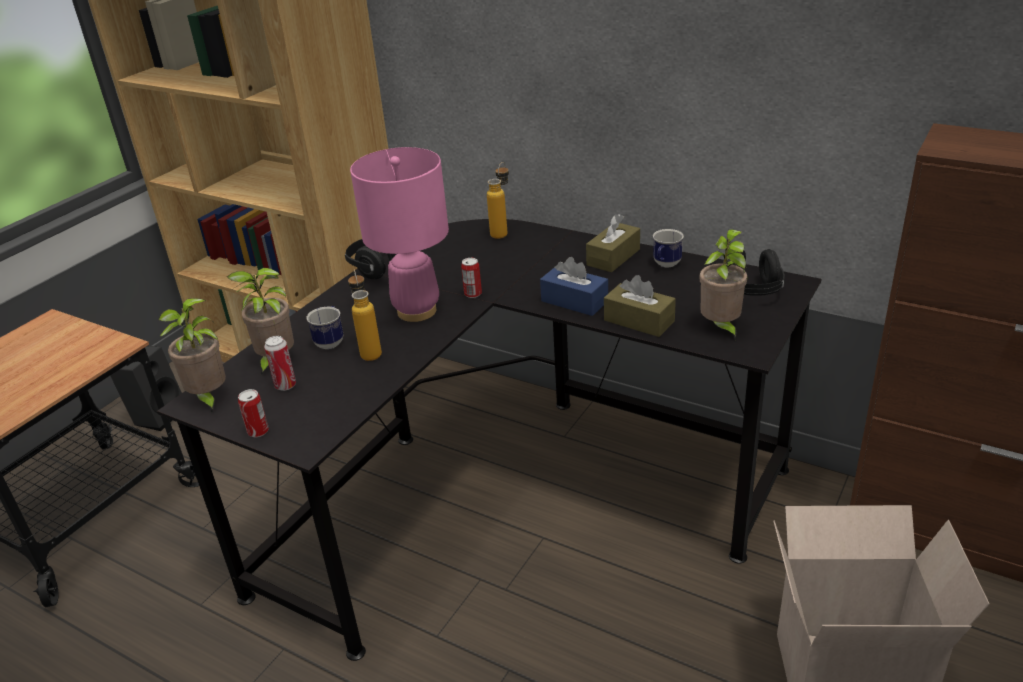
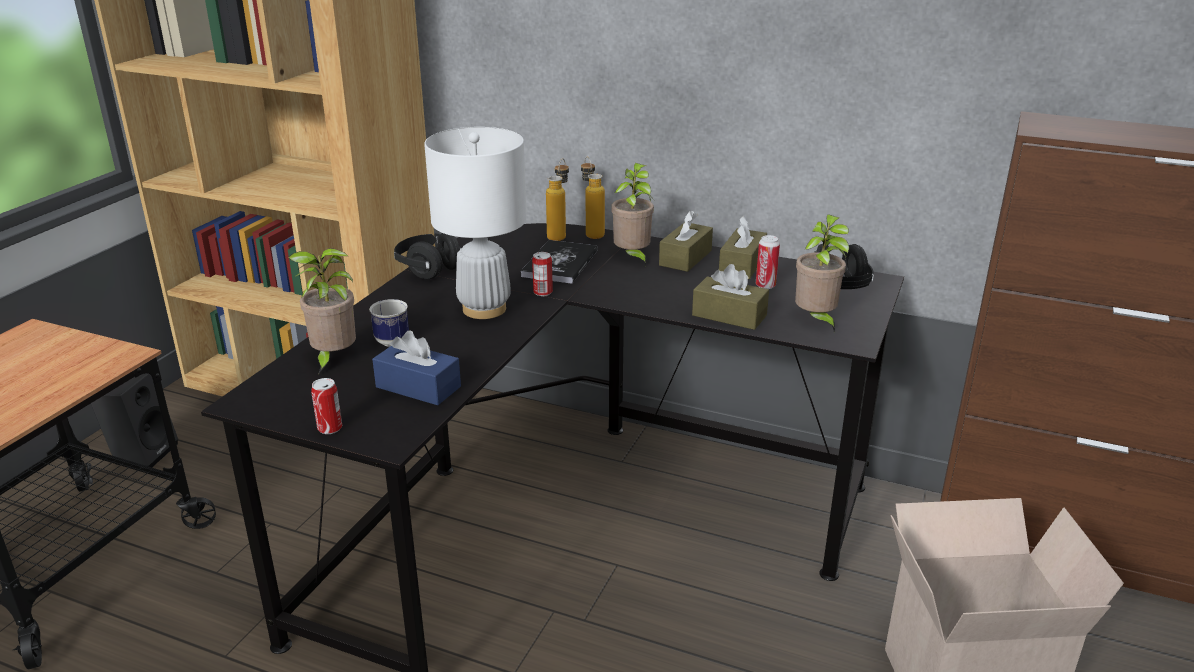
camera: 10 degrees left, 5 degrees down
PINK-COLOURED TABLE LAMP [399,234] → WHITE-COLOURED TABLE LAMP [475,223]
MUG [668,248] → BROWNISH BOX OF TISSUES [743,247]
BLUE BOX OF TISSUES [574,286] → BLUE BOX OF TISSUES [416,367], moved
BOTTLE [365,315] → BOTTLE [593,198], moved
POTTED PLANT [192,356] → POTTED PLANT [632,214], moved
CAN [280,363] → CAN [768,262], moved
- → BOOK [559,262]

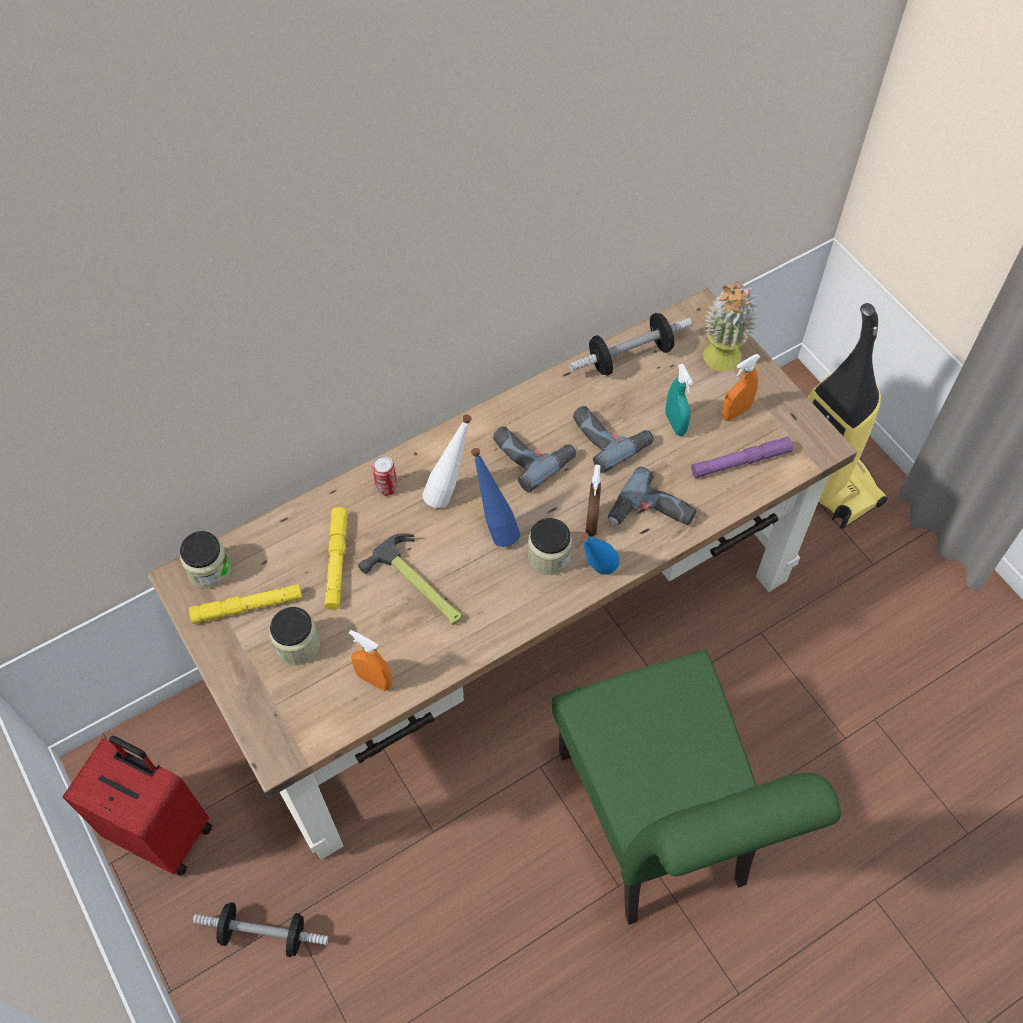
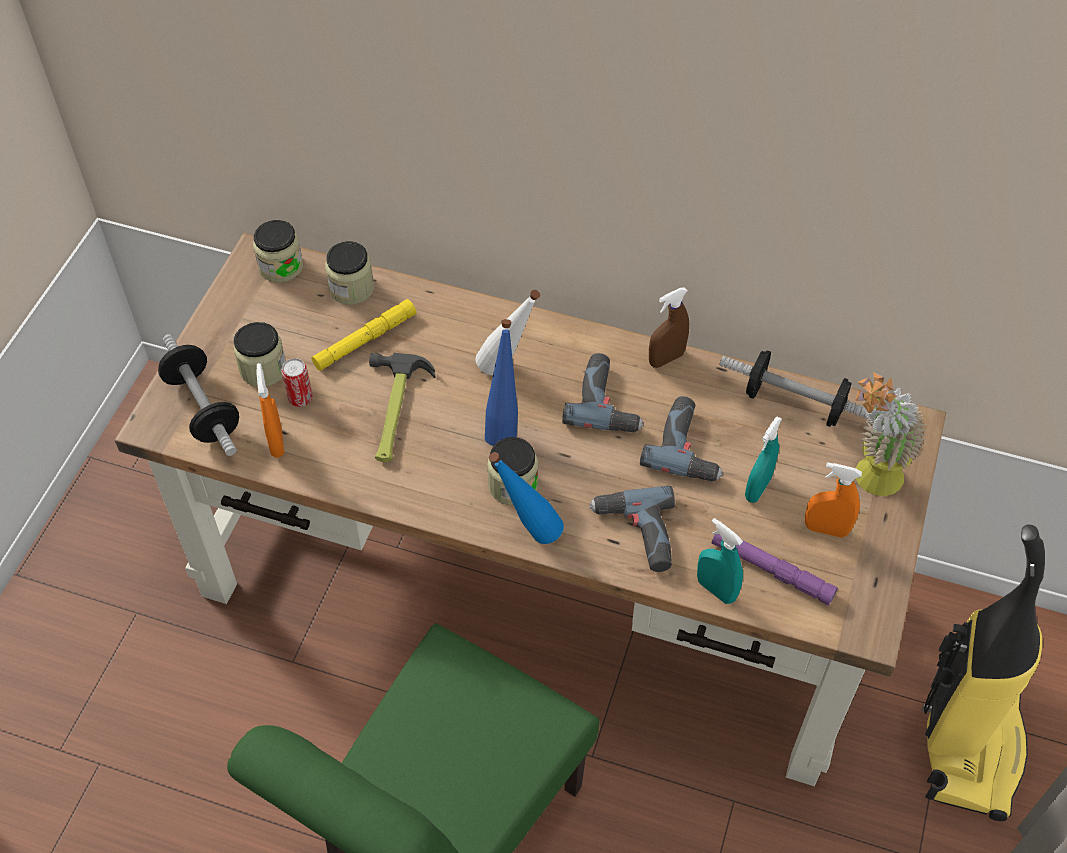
camera: 50 degrees right, 5 degrees down
CAN [384,476] → CAN [297,382], moved
BROWNISH HAND SPRAYER [593,500] → BROWNISH HAND SPRAYER [669,327], moved
YELLOW TORCH [245,604] → -
RED PIECE OF LUGGAGE [137,806] → -
HAND WEIGHT [261,929] → HAND WEIGHT [198,395], moved
- → JAR [349,273]
- → TURQUOISE HAND SPRAYER [720,561]

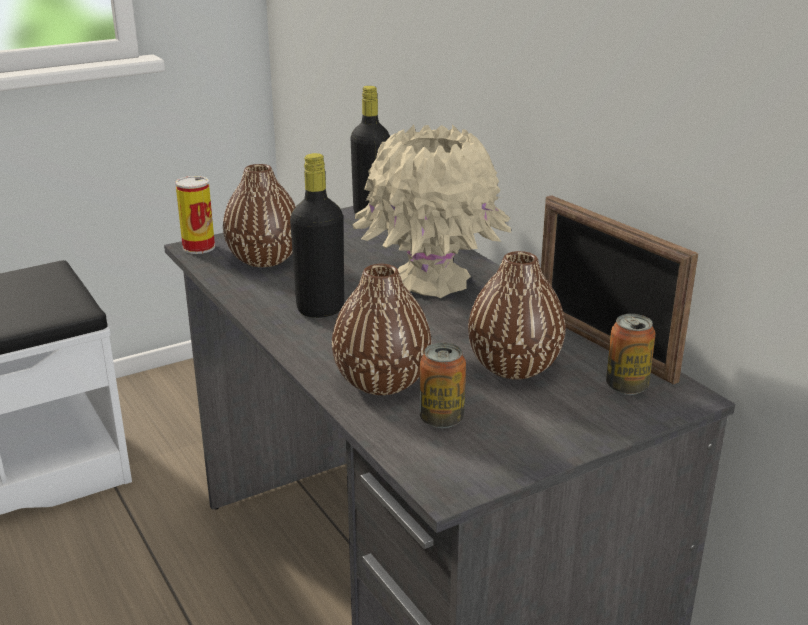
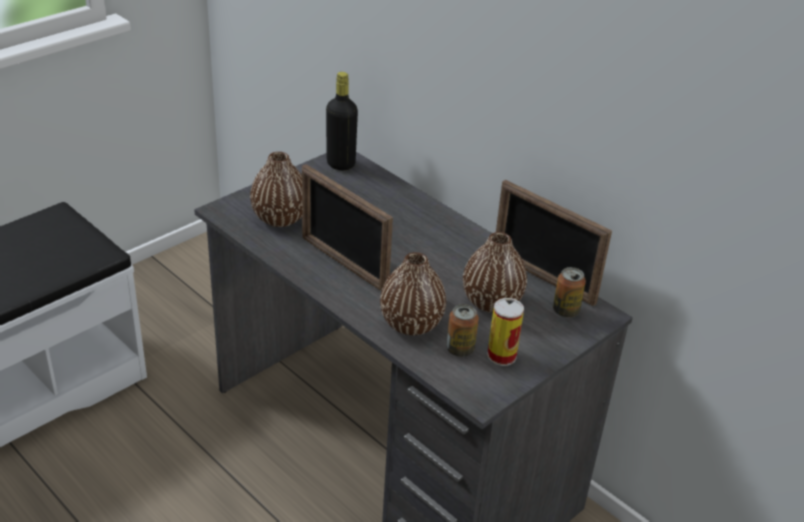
camera: 15 degrees left, 10 degrees up
SAND-COLOURED FLOWER VASE [431,211] → -
BLACKISH BOTTLE [317,235] → PICTURE FRAME [347,227]
CAN [195,215] → CAN [505,332], moved

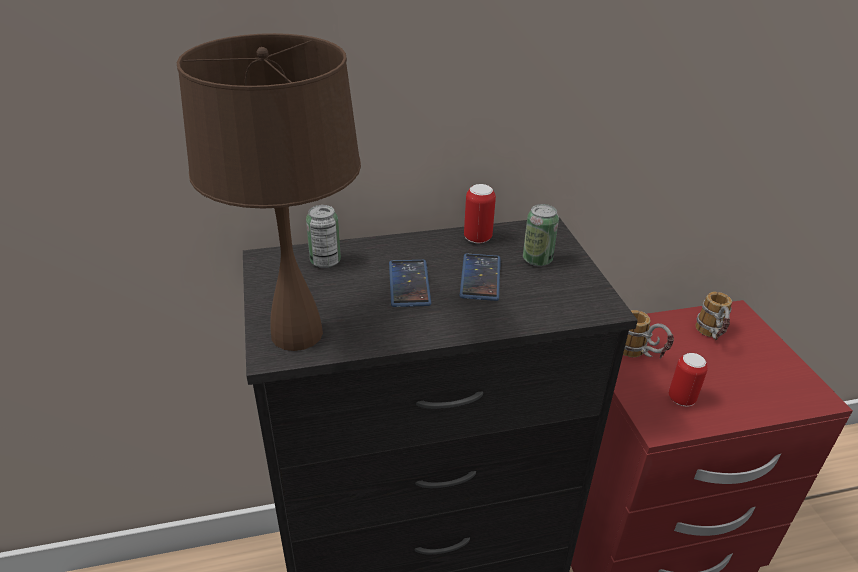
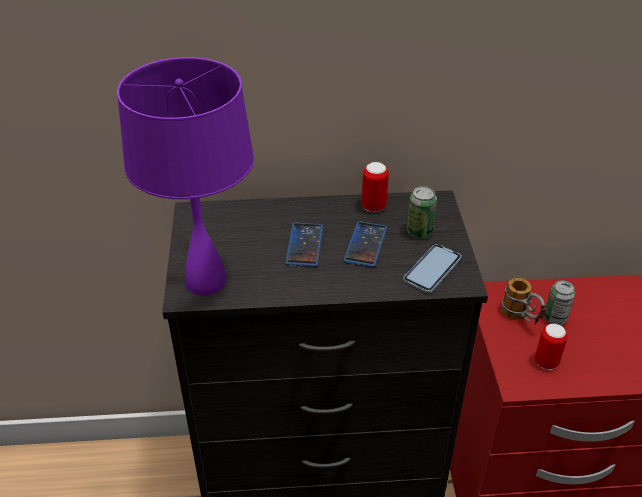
camera: 10 degrees right, 5 degrees up
BROWNISH TABLE LAMP [269,192] → PURPLE TABLE LAMP [185,176]
CAN [323,236] → CAN [559,302], moved
MUG [713,316] → -
- → PHONE [432,268]

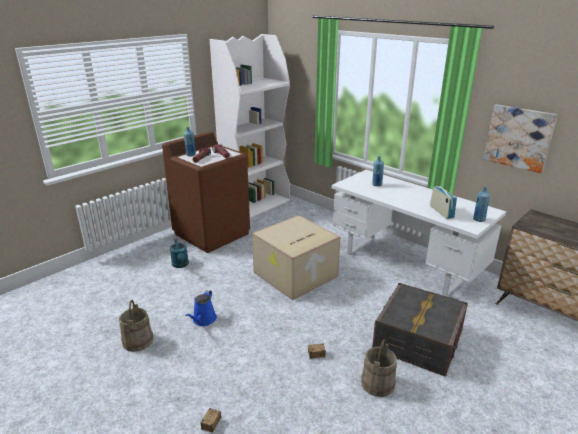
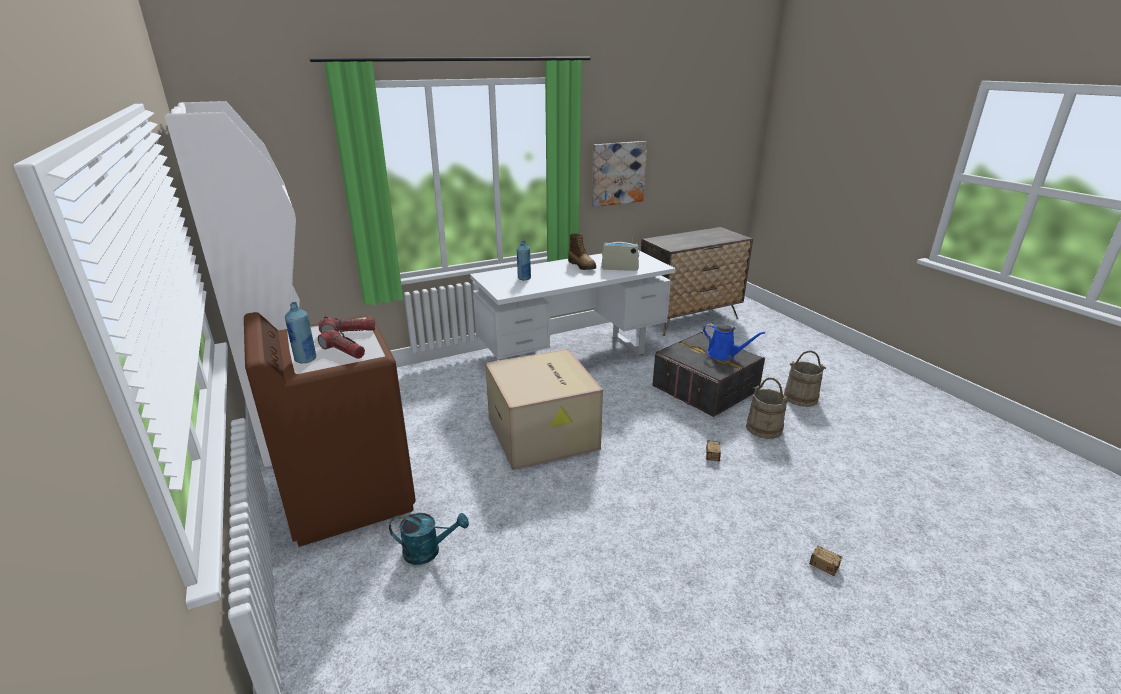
camera: 70 degrees left, 0 degrees up
BLUE BOTTLE [481,204] → -
BLUE SPRINKLING CAN [201,308] → BLUE SPRINKLING CAN [734,342], moved
SAND-COLOURED BUCKET [136,326] → SAND-COLOURED BUCKET [805,379], moved
- → TALL BOOT [582,251]

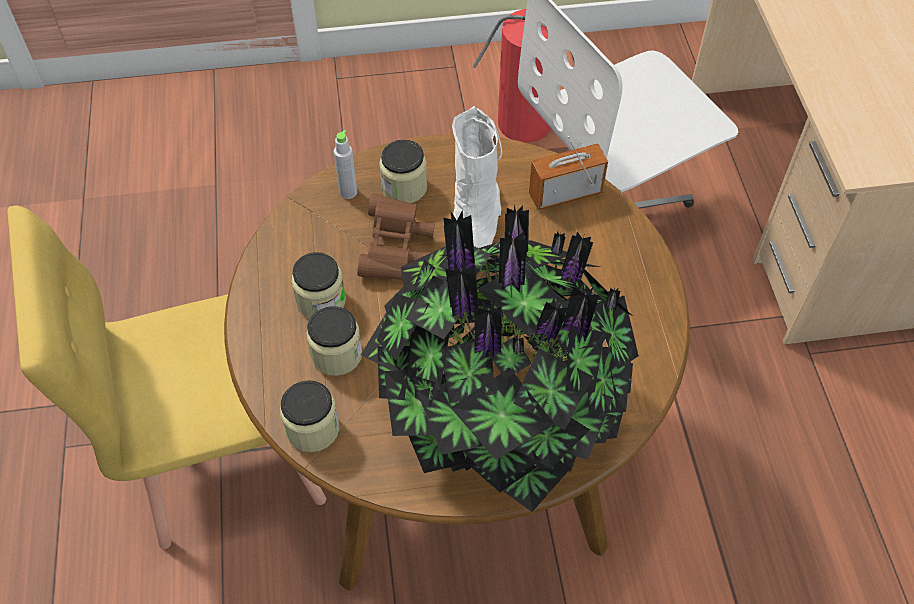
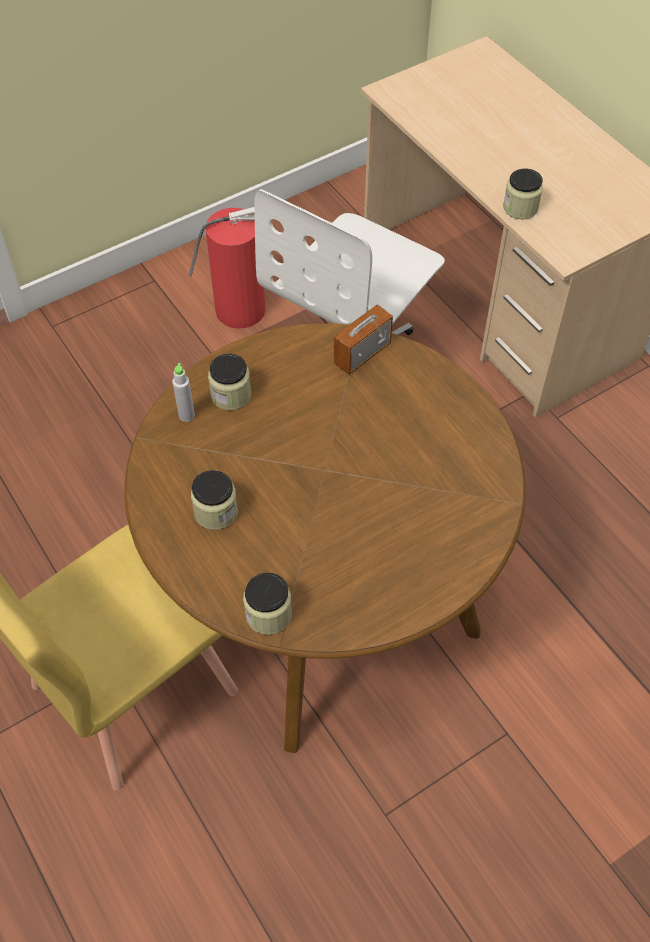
camera: 25 degrees left, 0 degrees up
WHITE-COLOURED TALL BOOT [477,177] → -
BROWNISH FIELD GLASSES [396,237] → -
POTTED PLANT [500,358] → -
JAR [334,341] → JAR [523,194], moved

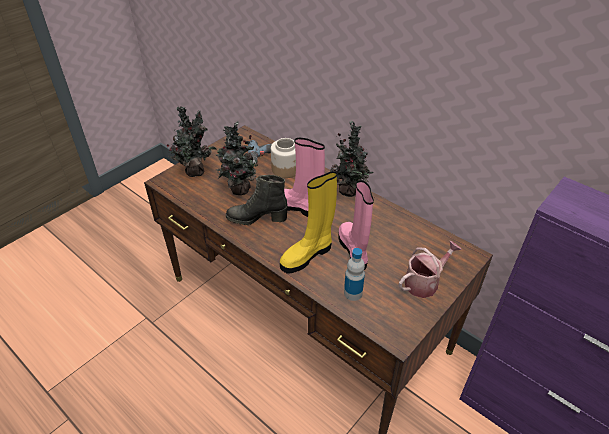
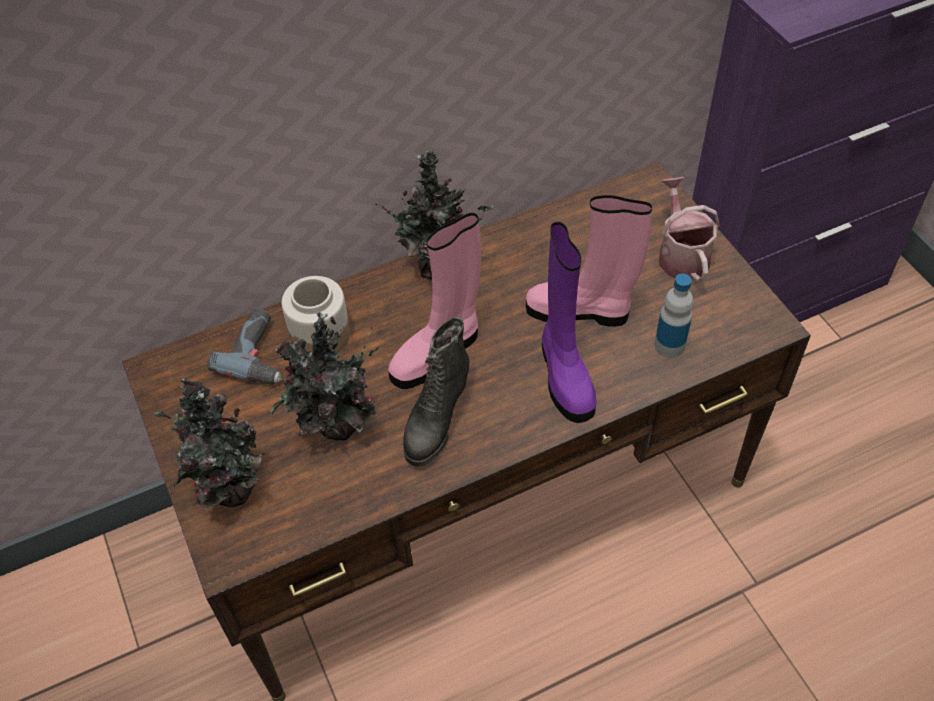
camera: 65 degrees left, 10 degrees up
YELLOW TALL BOOT [308,222] → PURPLE TALL BOOT [569,322]

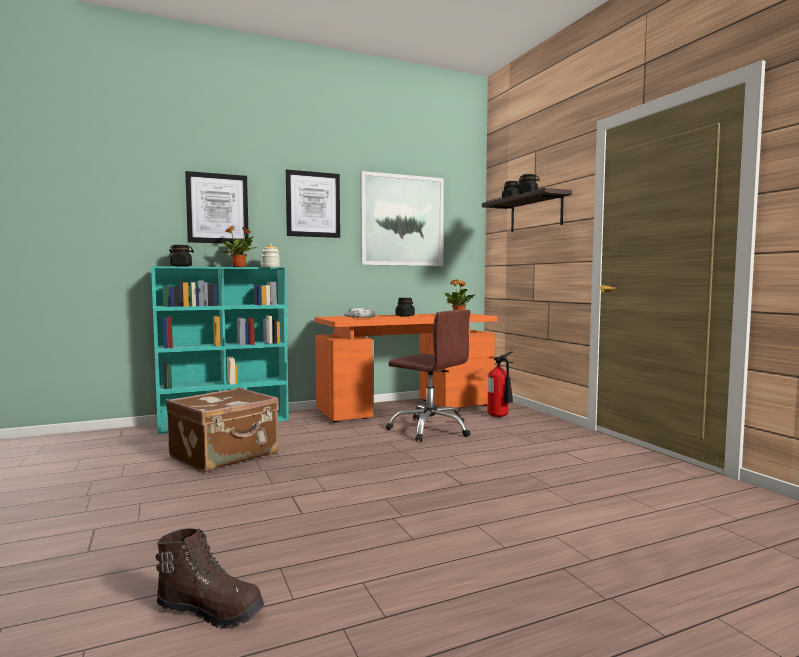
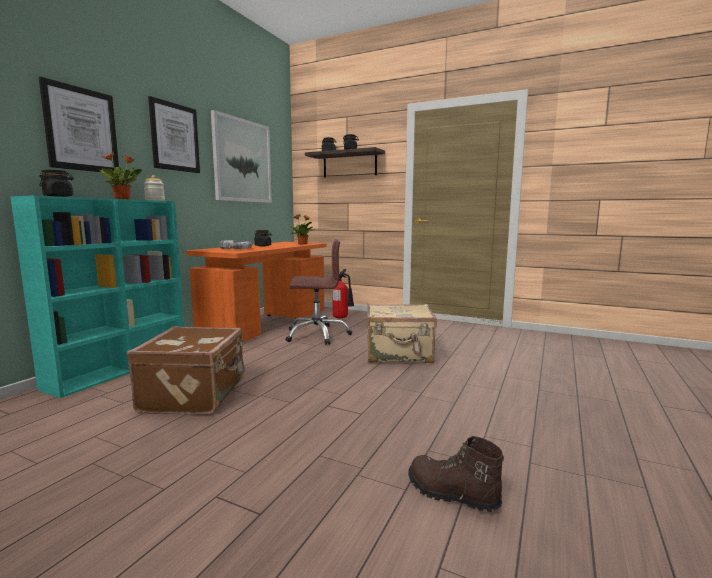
camera: 40 degrees left, 5 degrees up
BROWNISH TALL BOOT [209,578] → BROWNISH TALL BOOT [456,474], 120 degrees counterclockwise
- → SAND-COLOURED PIECE OF LUGGAGE [402,333]

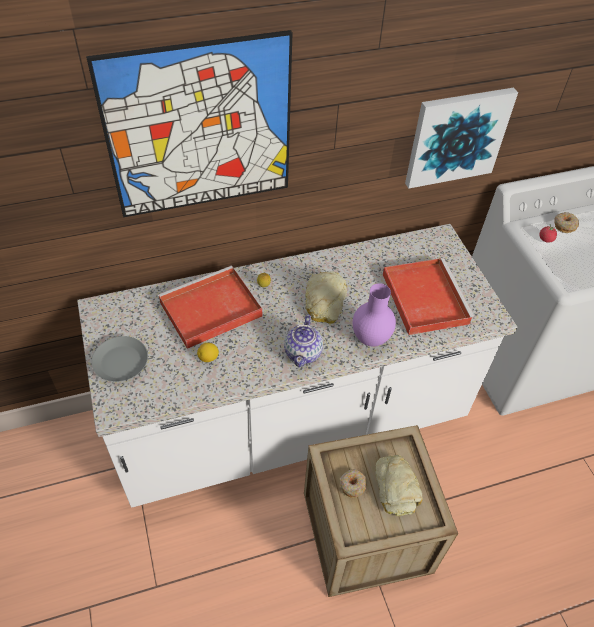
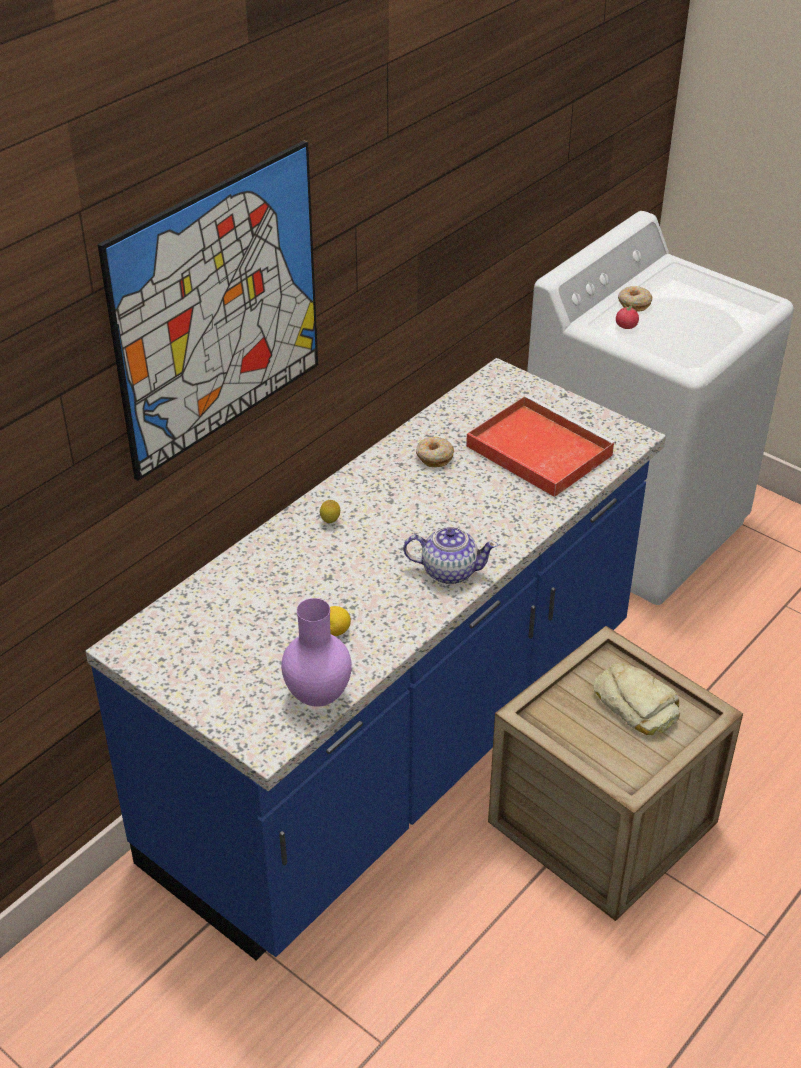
camera: 30 degrees left, 10 degrees down
PICTURE [461,138] → -
WHITE-COLOURED KITCHEN BASE UNIT [297,366] → BLUE KITCHEN BASE UNIT [375,659]
RED TRAY [210,307] → -
BREAD [326,297] → -
PURPLE FLOWER VASE [374,315] → PURPLE FLOWER VASE [316,652], moved
TEAPOT [303,340] → TEAPOT [450,555], 60 degrees counterclockwise
GREYISH PLATE [119,359] → -
DONUT [353,483] → DONUT [435,452], moved

